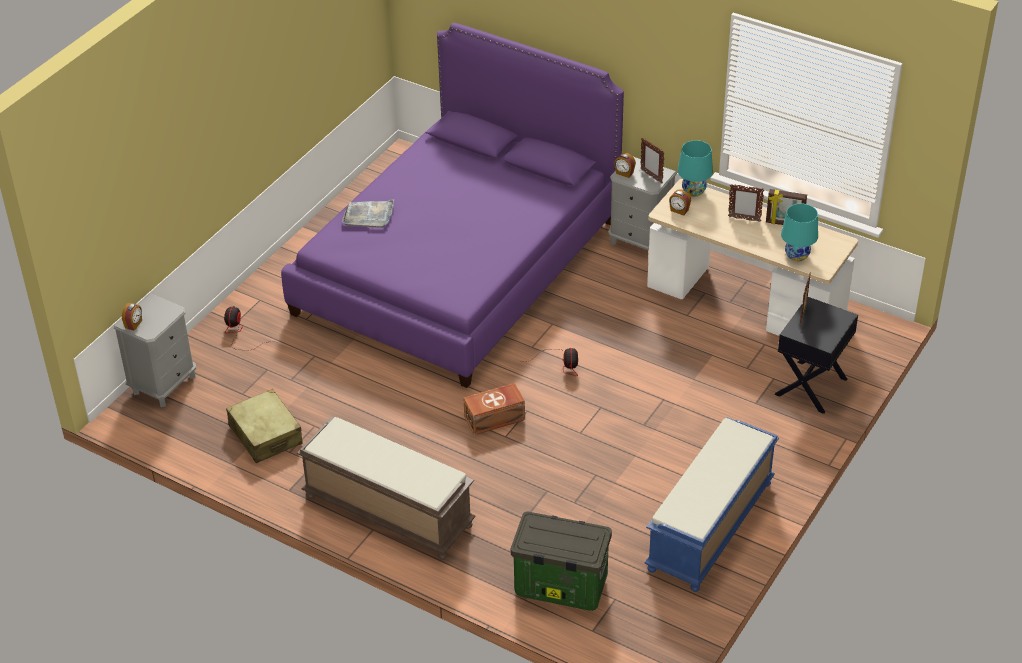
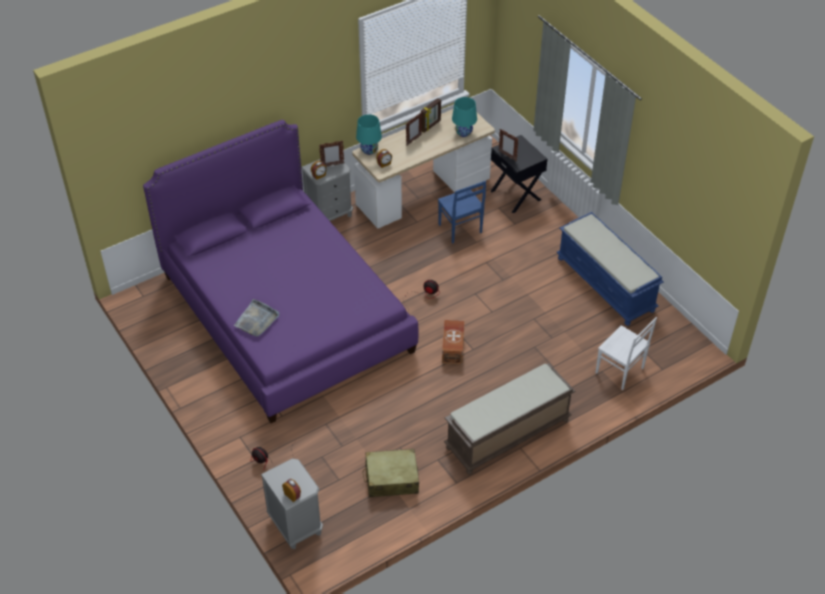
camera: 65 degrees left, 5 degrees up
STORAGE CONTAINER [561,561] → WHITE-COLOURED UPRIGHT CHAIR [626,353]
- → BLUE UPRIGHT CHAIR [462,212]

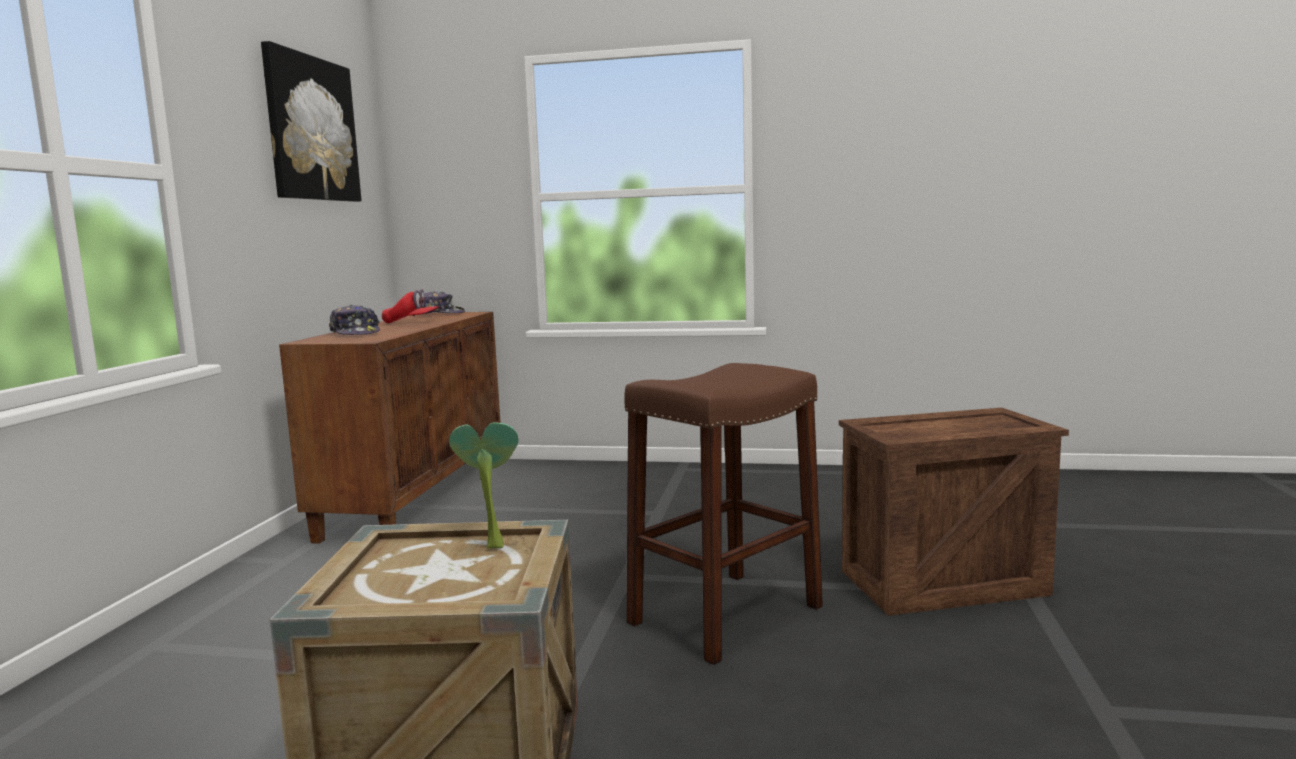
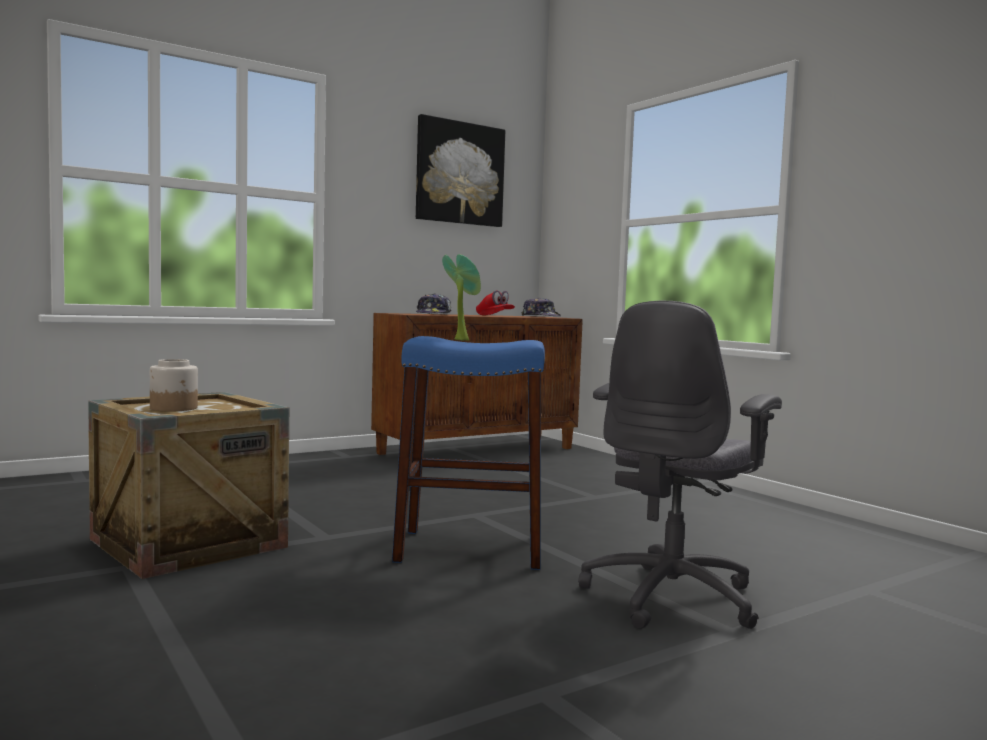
camera: 45 degrees right, 5 degrees down
BROWNISH STOOL SEAT [723,514] → BLUE STOOL SEAT [468,453]
CRATE [954,512] → GREYISH COMPUTER CHAIR [680,464]
POTTED PLANT [484,485] → POTTED PLANT [461,297], moved
- → JAR [174,385]

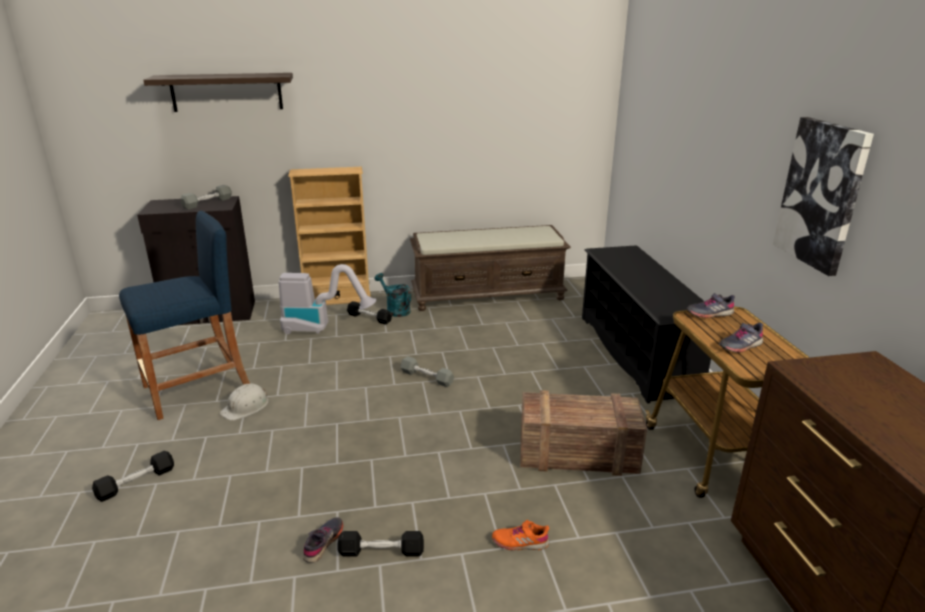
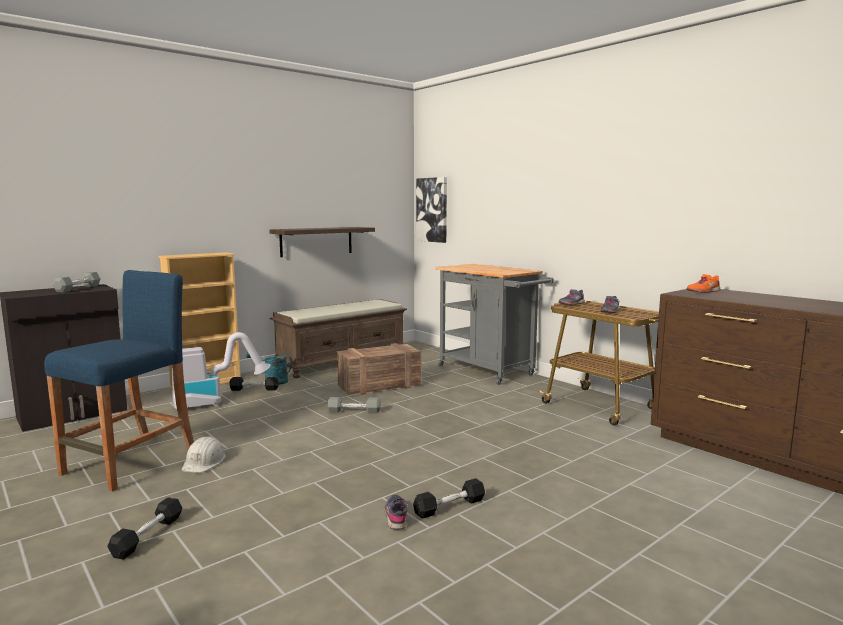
camera: 30 degrees left, 15 degrees down
BRACKET SHELF [218,92] → BRACKET SHELF [322,242], moved
PICTURE [823,196] → PICTURE [431,210], moved
BLACKISH SHOE RACK [646,324] → GREYISH WHEELED CART [494,324]
CRATE [583,433] → CRATE [379,369], moved
ORANGE-COLOURED SHOE [520,535] → ORANGE-COLOURED SHOE [704,283], moved

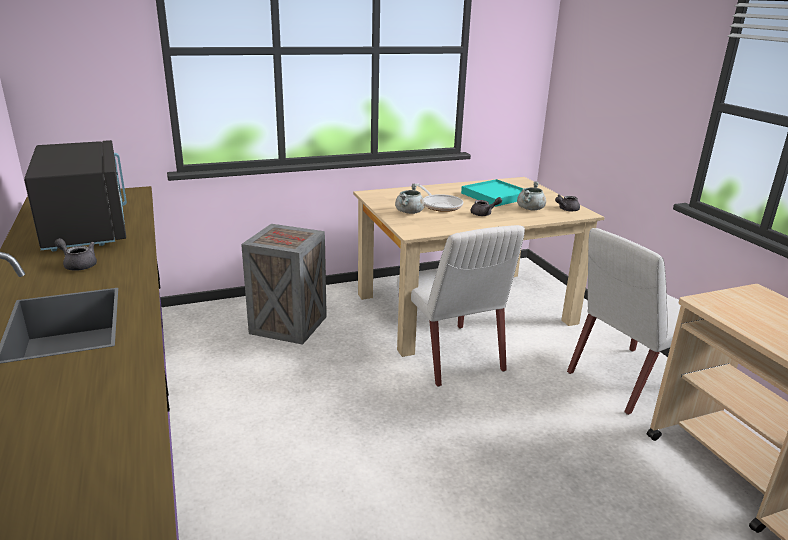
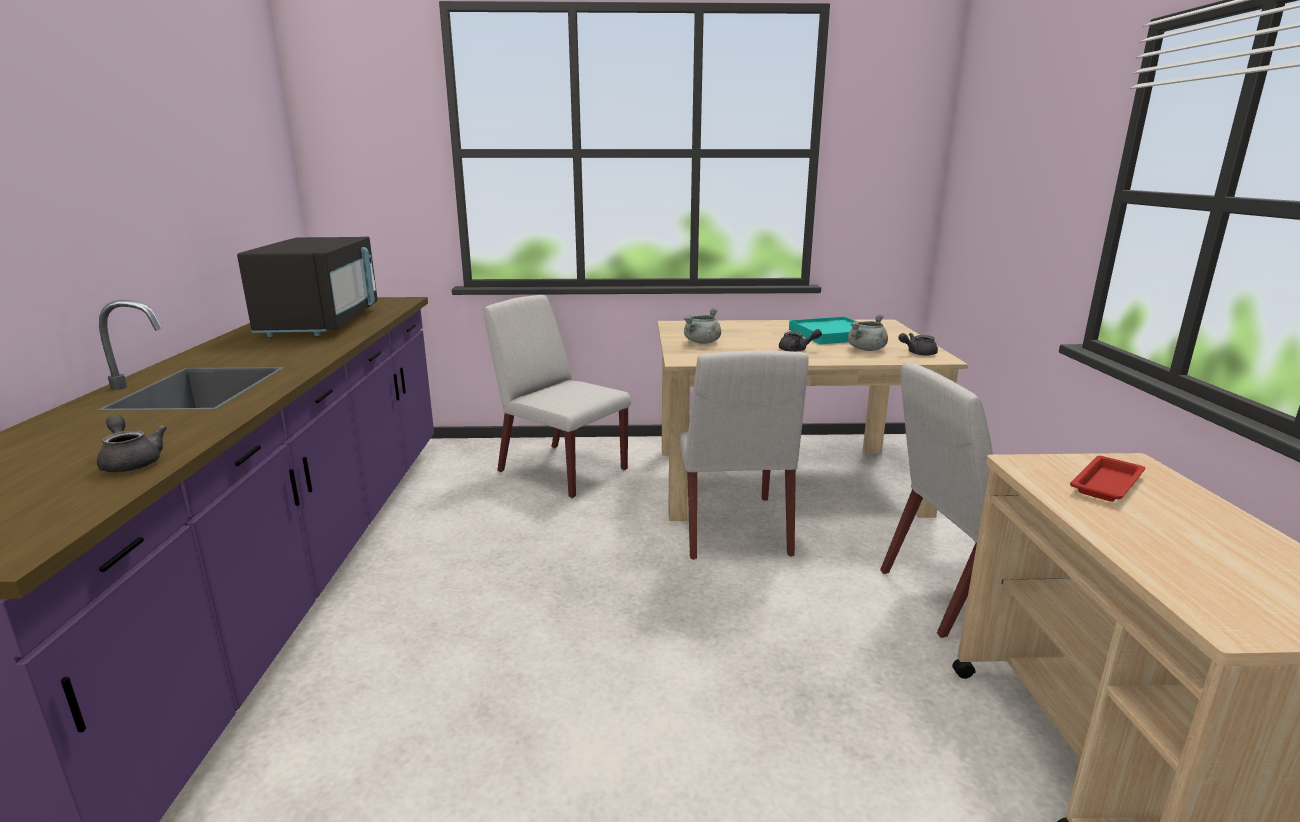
camera: 20 degrees right, 5 degrees down
FRYING PAN [440,197] → -
CRATE [284,284] → WHITE-COLOURED UPRIGHT CHAIR [557,396]
GREYISH TEAPOT [76,254] → GREYISH TEAPOT [132,443], moved
- → RED TRAY [1107,479]

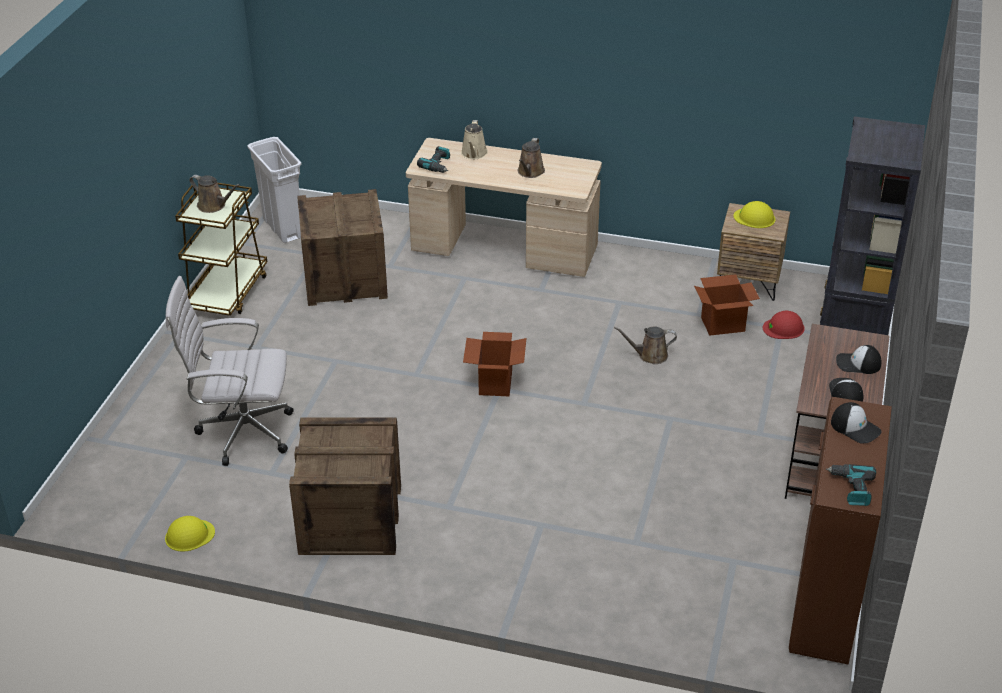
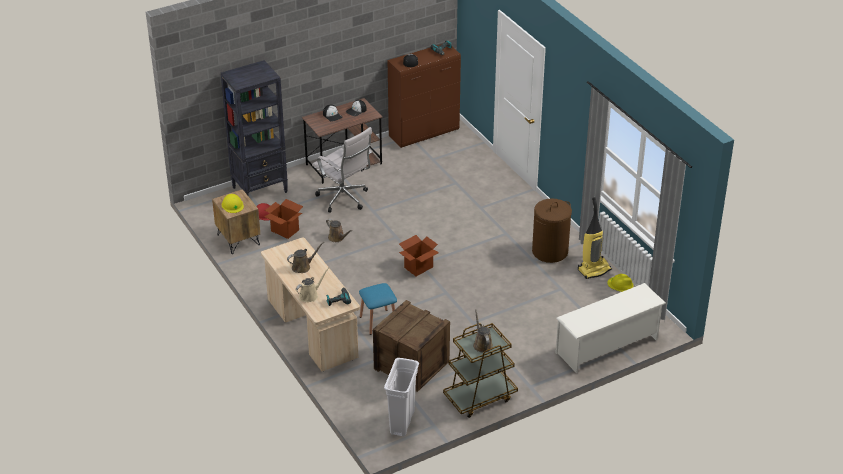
camera: 135 degrees left, 0 degrees up
WHITE-COLOURED COMPUTER CHAIR [230,371] → WHITE-COLOURED COMPUTER CHAIR [342,170], moved
CRATE [345,486] → BROWNISH WASHING BASKET [552,231]
- → HOOVER [595,238]
- → BLUE STOOL SEAT [378,309]
- → WHITE-COLOURED SHOE RACK [610,328]

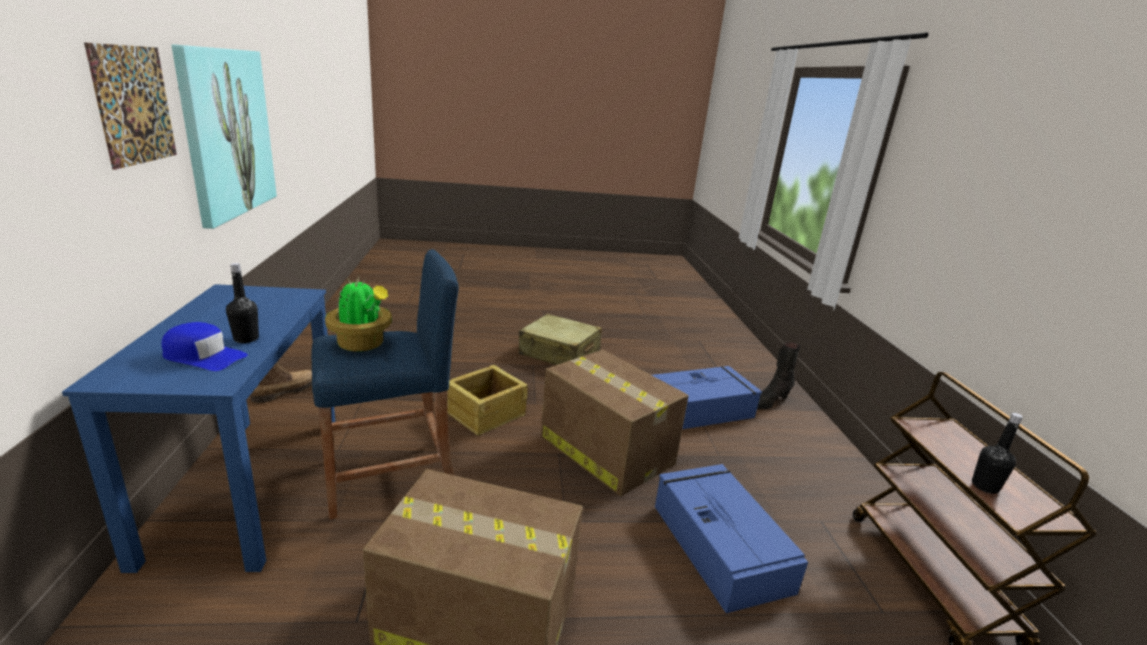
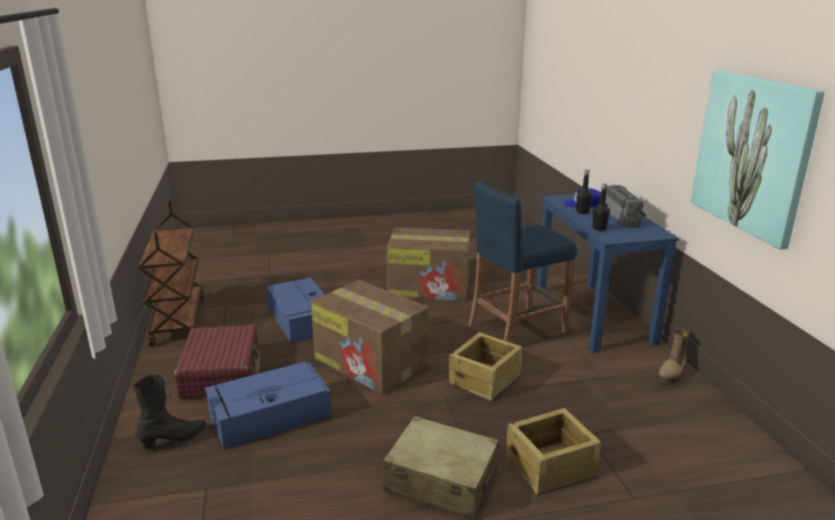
camera: 175 degrees right, 0 degrees up
PICTURE [130,106] → -
POTTED PLANT [358,314] → -
BLACKISH BOTTLE [997,453] → BLACKISH BOTTLE [601,207], moved
- → RADIO [626,206]
- → RED PIECE OF LUGGAGE [217,361]
- → CRATE [553,451]

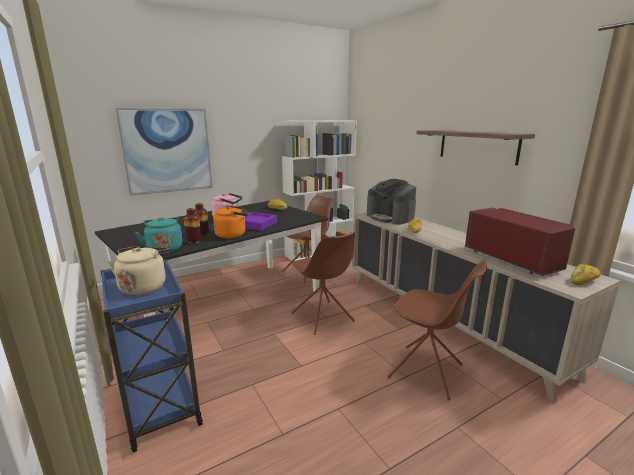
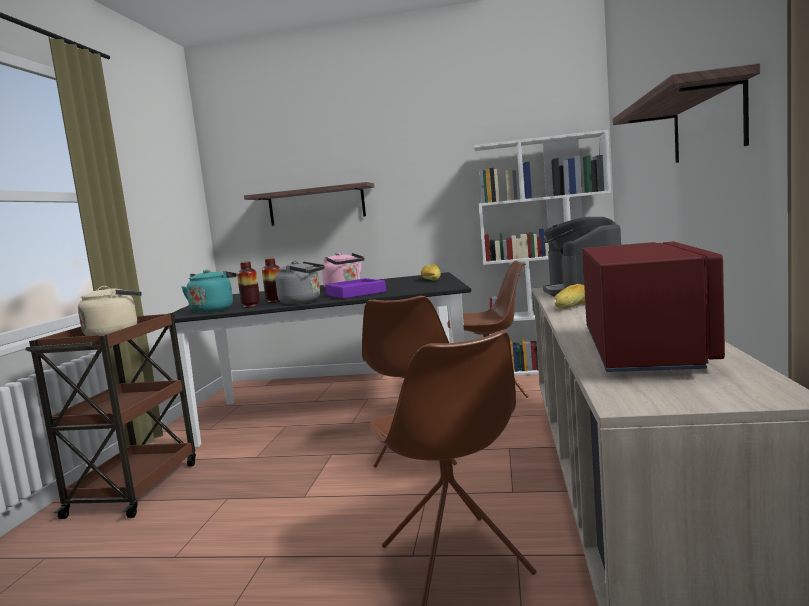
camera: 40 degrees right, 10 degrees down
PICTURE [164,152] → BRACKET SHELF [309,204]
ORANGE-COLOURED WATER KETTLE [231,221] → GREYISH WATER KETTLE [300,282]
BLUE WHEELED CART [152,355] → BROWNISH WHEELED CART [111,416]
BREAD [586,274] → -

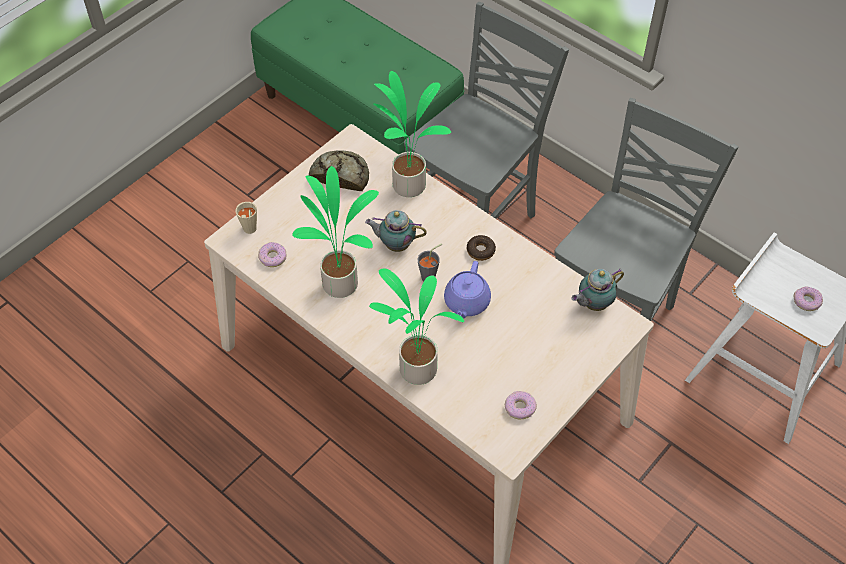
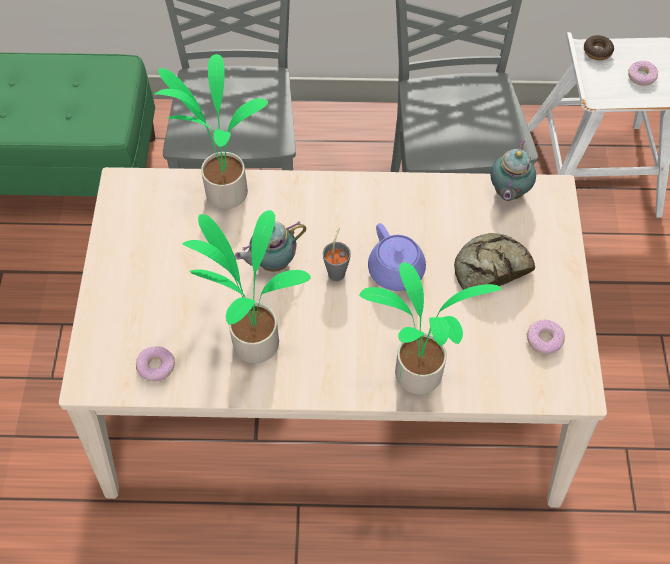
camera: 40 degrees left, 5 degrees up
BREAD [339,170] → BREAD [494,261], moved
SAND-COLOURED DRINKING CUP [246,218] → -
DONUT [481,248] → DONUT [599,47], moved

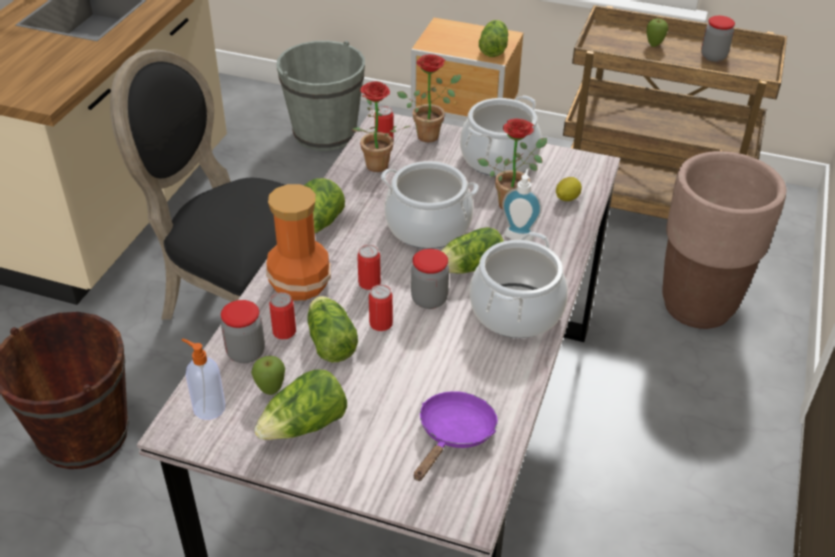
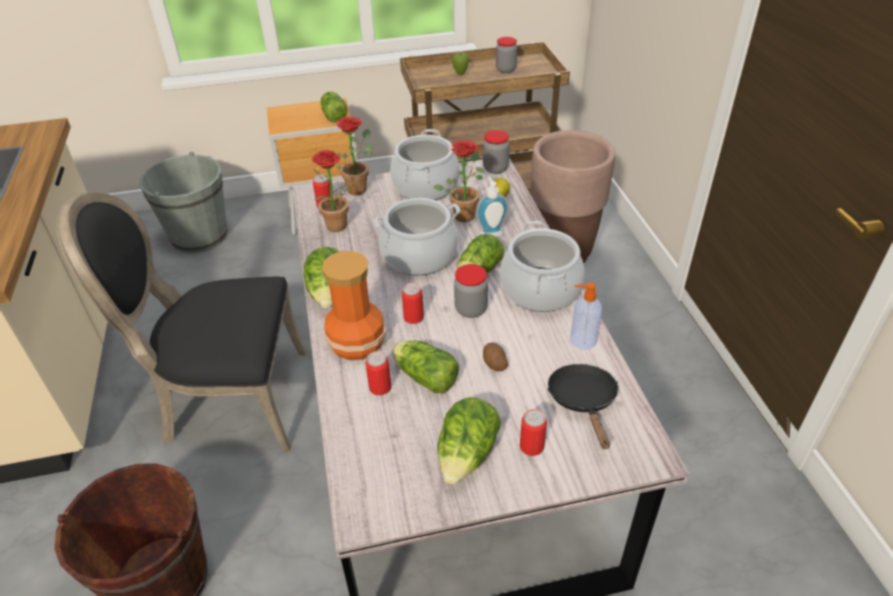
camera: 30 degrees left, 0 degrees up
CAN [381,307] → CAN [533,432], moved
JAR [243,331] → JAR [496,152], moved
LIQUID SOAP BOTTLE [204,379] → LIQUID SOAP BOTTLE [586,316], moved
APPLE [268,375] → -
PURPLE FRYING PAN [456,436] → BLACKISH FRYING PAN [582,406]
- → WHOLE POTATO [495,357]

